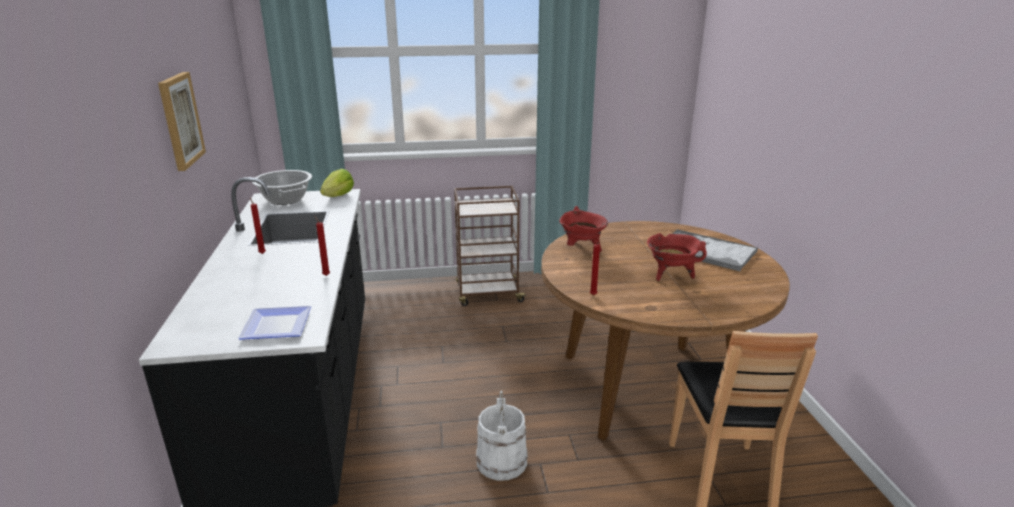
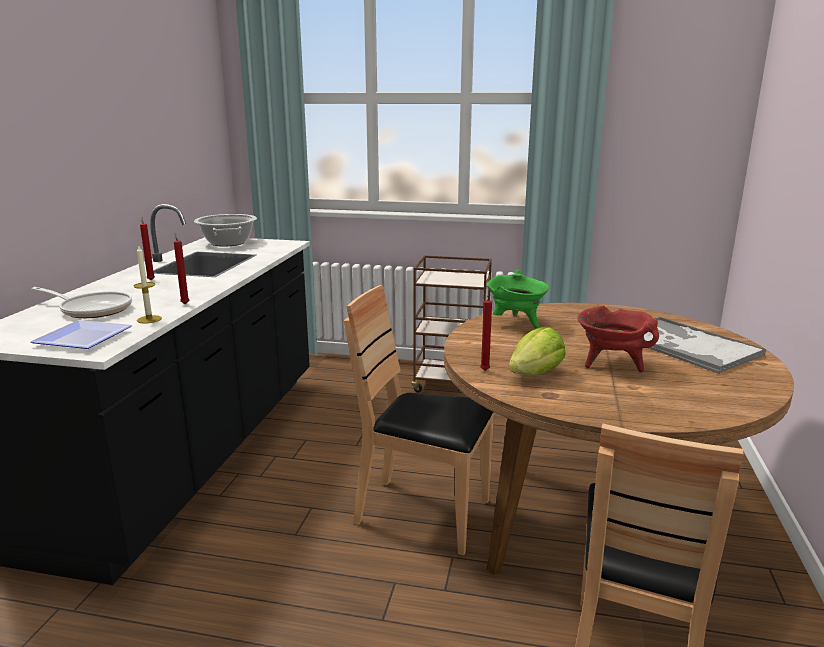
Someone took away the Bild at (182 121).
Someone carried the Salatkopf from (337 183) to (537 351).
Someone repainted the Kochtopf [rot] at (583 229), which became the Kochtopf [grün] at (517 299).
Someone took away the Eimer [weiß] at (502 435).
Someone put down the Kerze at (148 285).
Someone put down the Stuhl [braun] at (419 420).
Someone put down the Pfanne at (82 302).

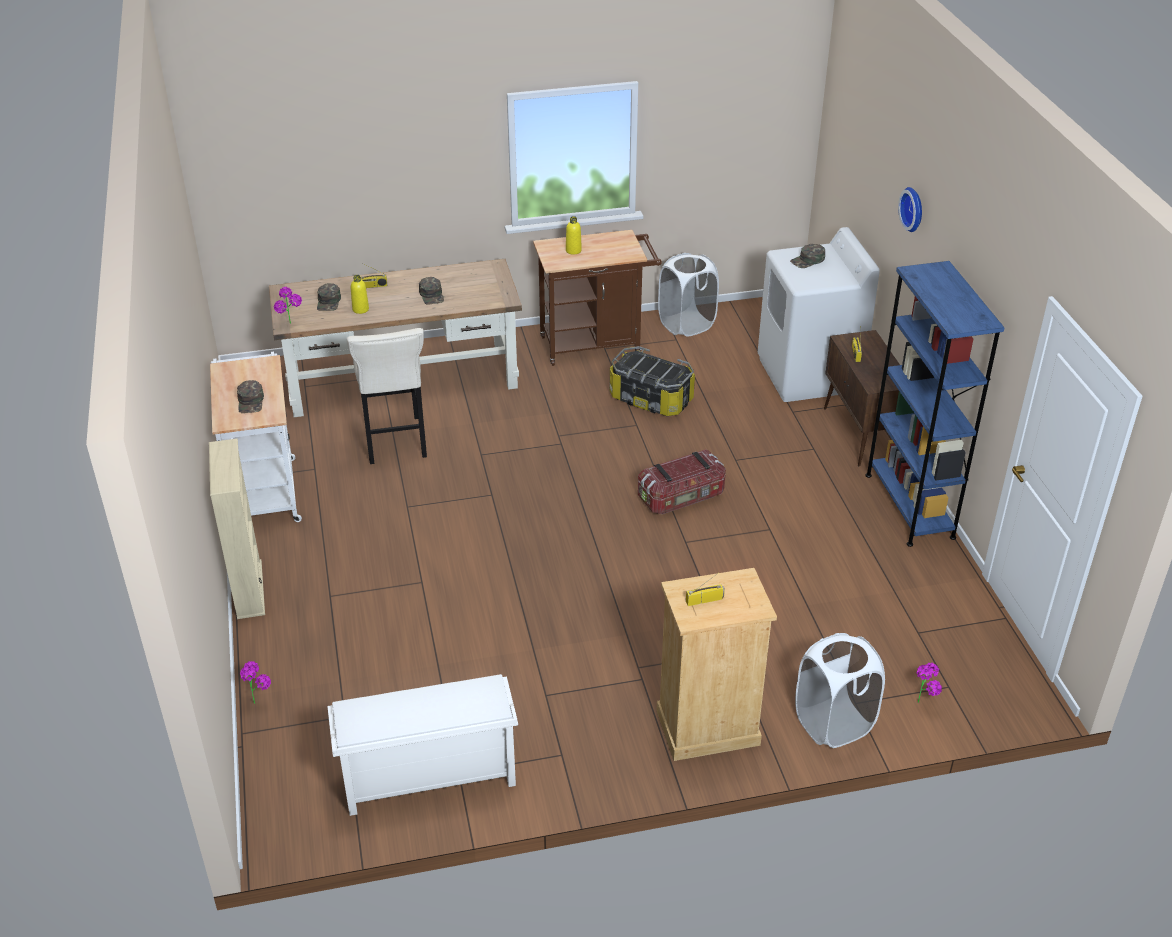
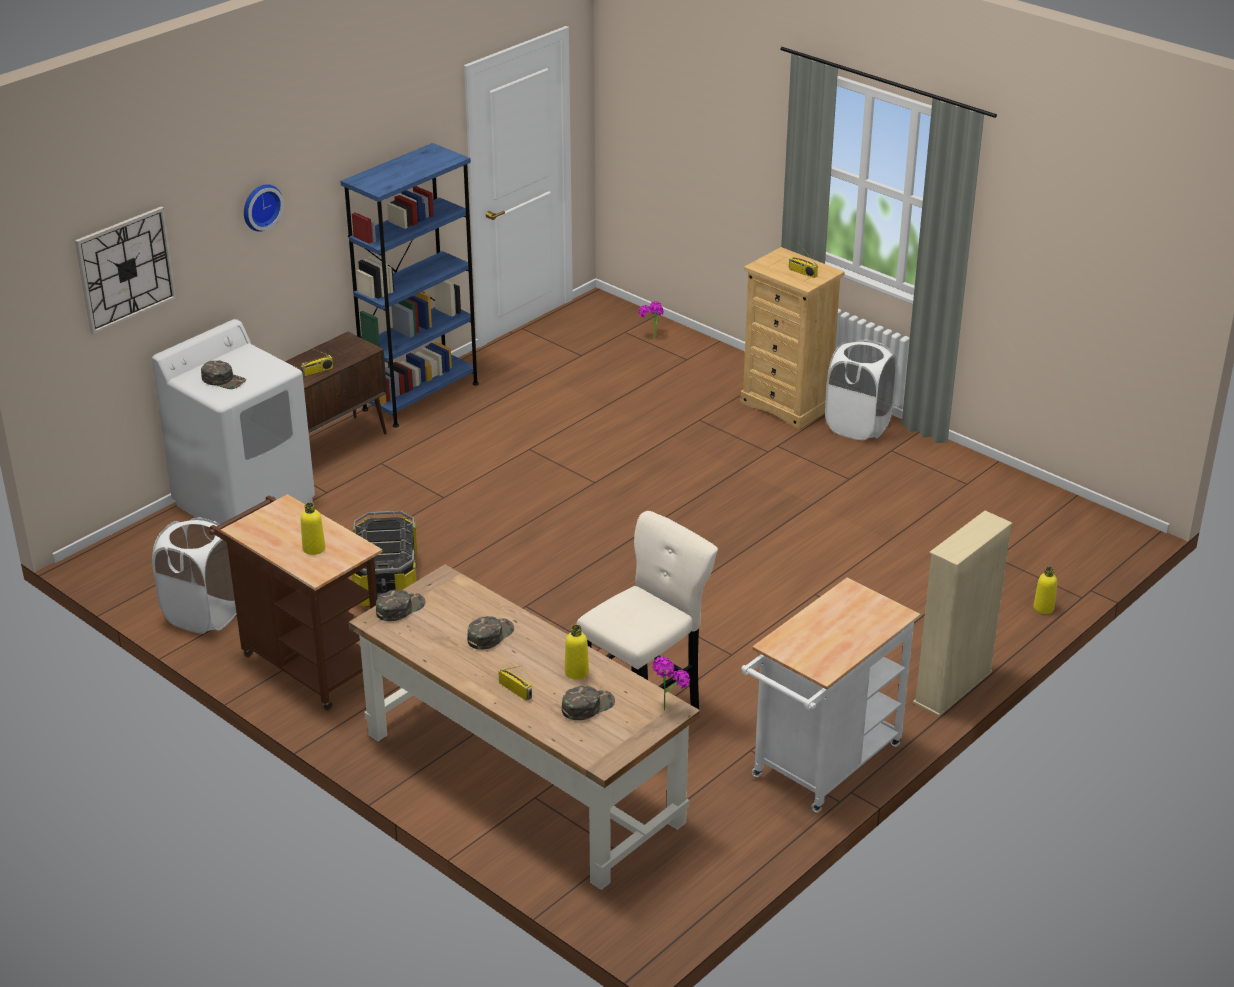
Someone carried the Kappe [grün] from (250 396) to (401 605).
Someone took away the Aufbewahrungsbox at (682 482).
Someone carried the Wäschekorb [weiß] from (840 690) to (861 389).
Someone swapped the Topfpflanze at (255 682) for the Flasche [gelb] at (1045 590).
Someone took away the Schuhregal [weiß] at (422 745).
Someone put up the Wanduhr at (126 270).

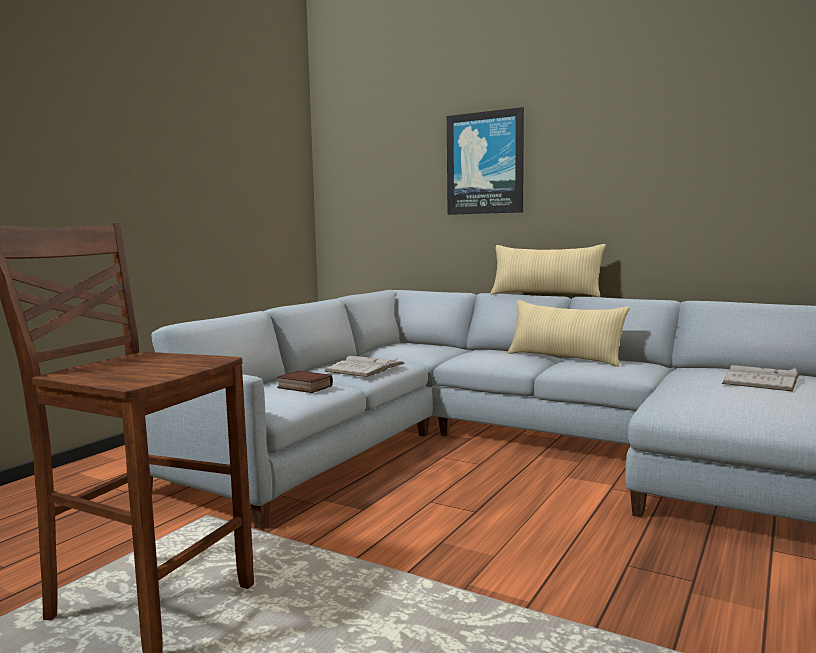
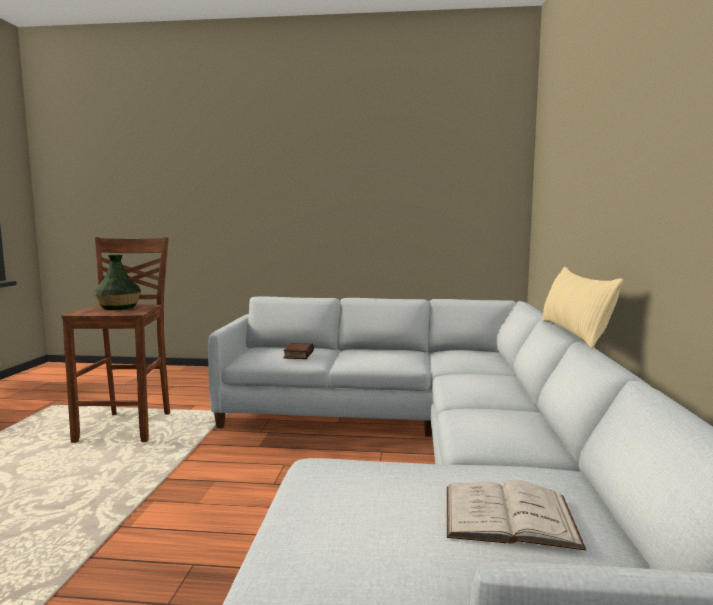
Someone took away the Bild at (485 161).
Someone took away the Kissen [beige] at (569 333).
Someone took away the Buch [weiß] at (364 366).
Someone put down the Vase at (117 282).

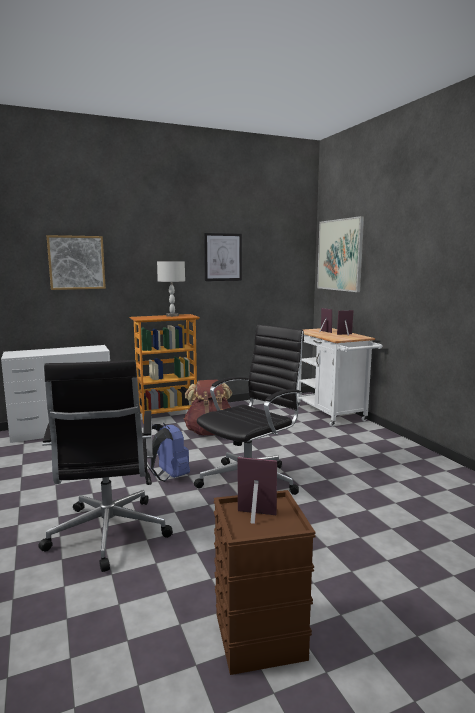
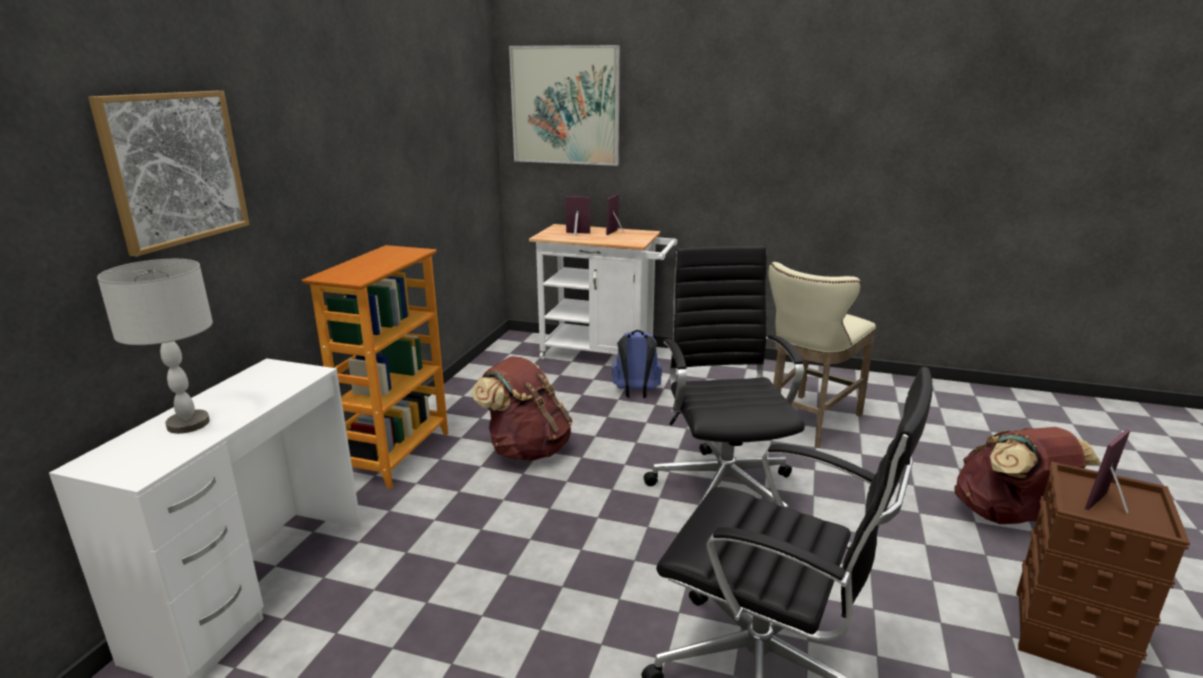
Someone took away the Bild at (223 257).
Someone carried the Tischlampe [grau] from (171 289) to (155 346).
Someone carried the Rucksack [blau] from (168 452) to (637 364).
Someone put down the Hocker [beige] at (822 355).
Someone put down the Rucksack [braun] at (1027 475).

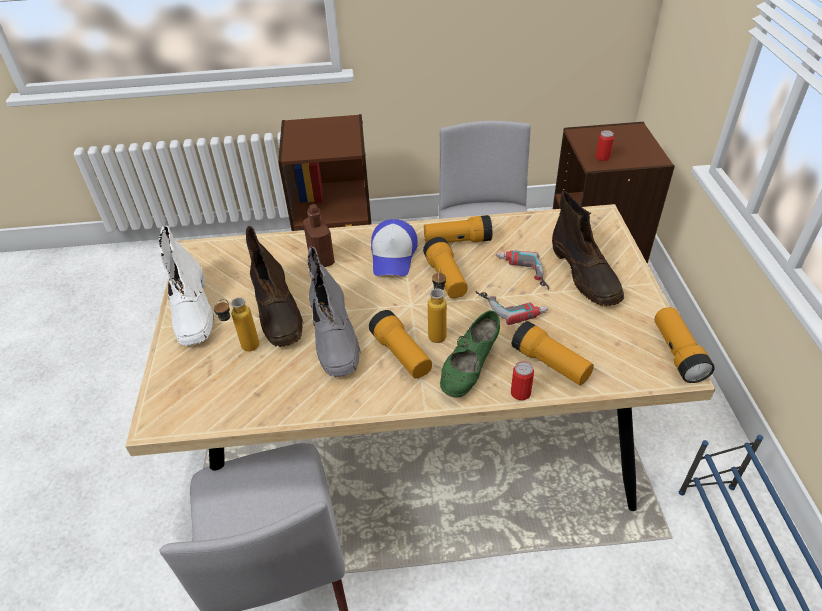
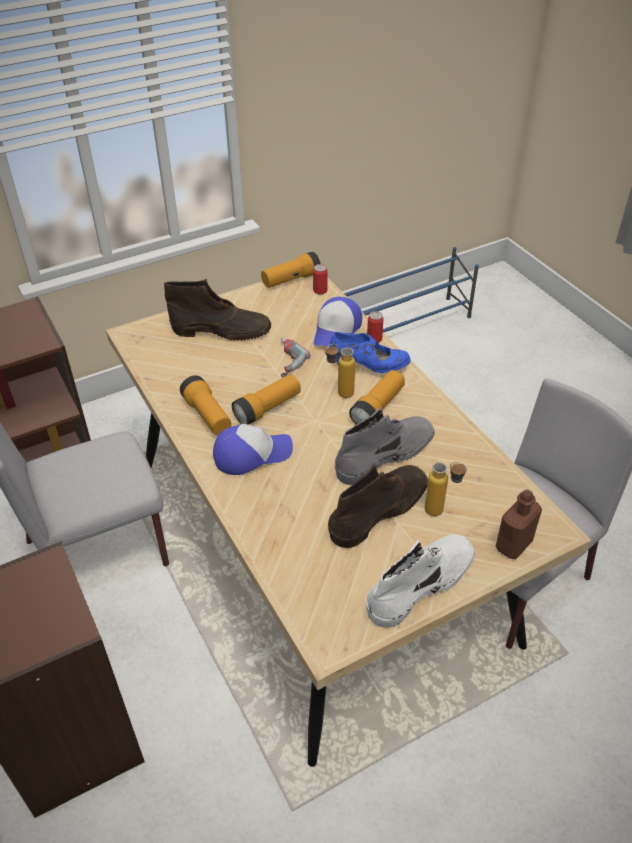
Someone carried the Dose from (605 145) to (320 279).
Someone rotated the Stiefel [braun] at (588 248) by 45 degrees clockwise.
Someone carried the Flasche [braun] from (319 235) to (519 524).
Someone took away the Bohrmaschine at (522 270).
Someone repainted the Schuh [grün] at (470 354), which became the Schuh [blau] at (370 352).
Someone swapped the Taschenlampe at (553 353) for the Kappe at (338 322).

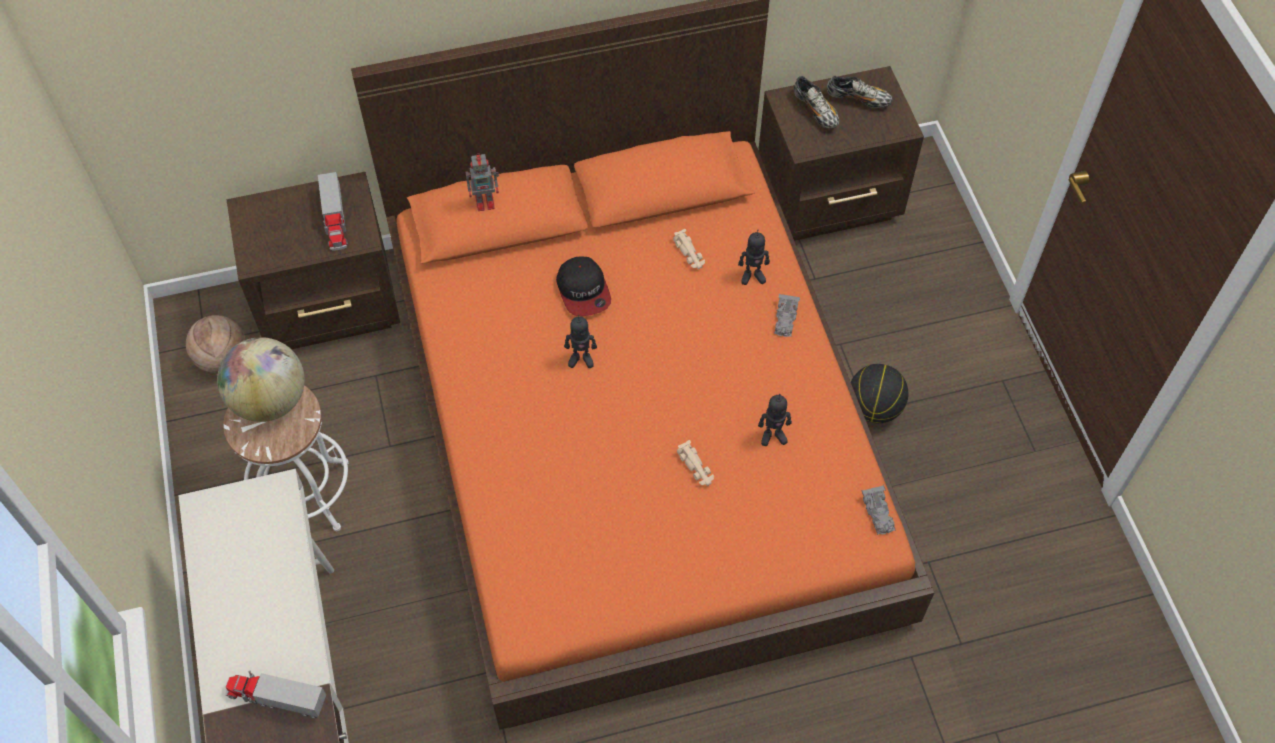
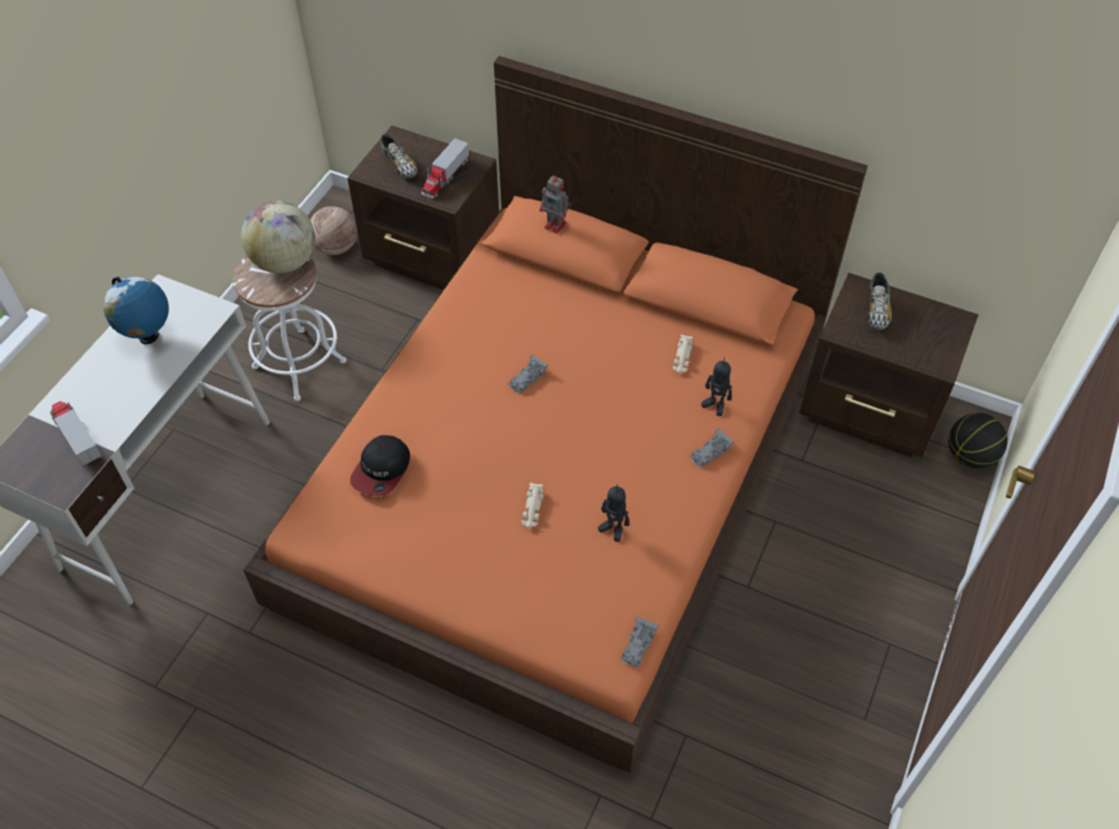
Someone carried the Schuh from (860 92) to (399 156).
Someone carried the Kappe from (583 286) to (380 465).
Someone swapped the Spielzeugroboter at (580 341) for the Spielzeugauto [grau] at (528 374).
Someone carried the Basketball from (879 393) to (978 441).
Someone put down the Globus at (136 310).

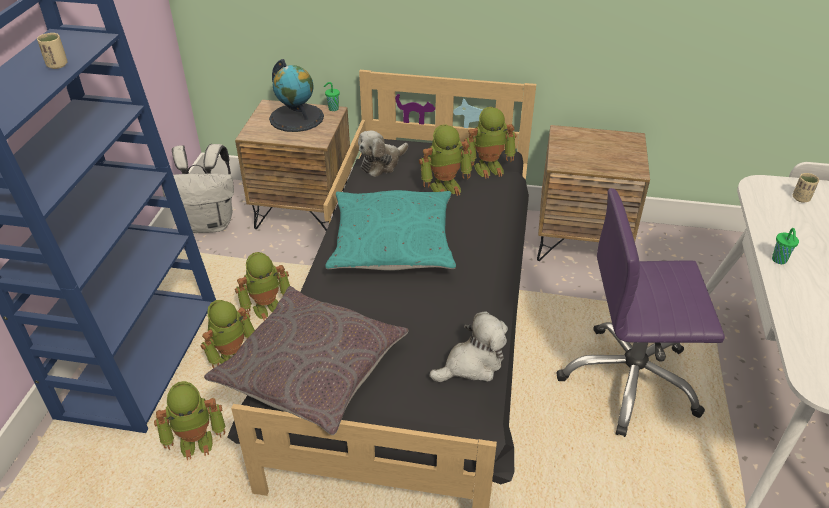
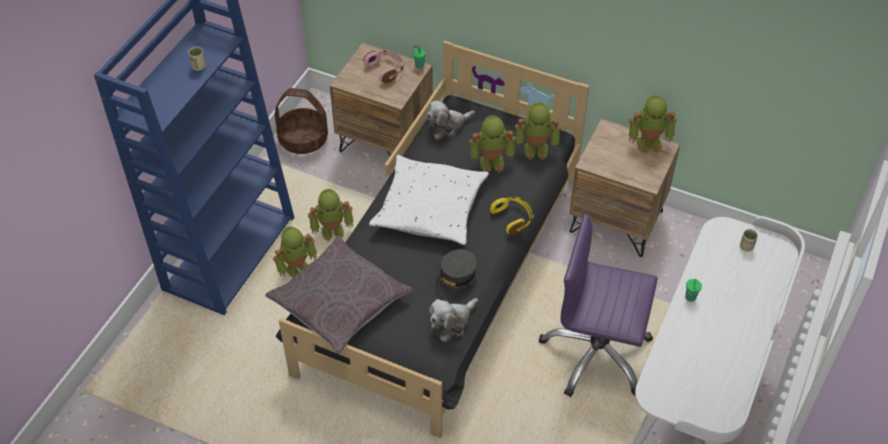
Someone swapped the Globus at (296 95) for the Kopfhörer [rosa] at (384 66).
Someone swapped the Rucksack [weiß] at (197 188) for the Korb at (301 121).
Someone repainted the Kissen [türkis] at (390 230), which became the Kissen [weiß] at (429 200).
Someone rotated the Plüschtier at (468 346) by 150 degrees clockwise.
Someone carried the Spielzeugroboter from (190 420) to (653 124).
Someone put down the Kopfhörer [gelb] at (512 216).
Someone put down the Kappe [grau] at (456 274).

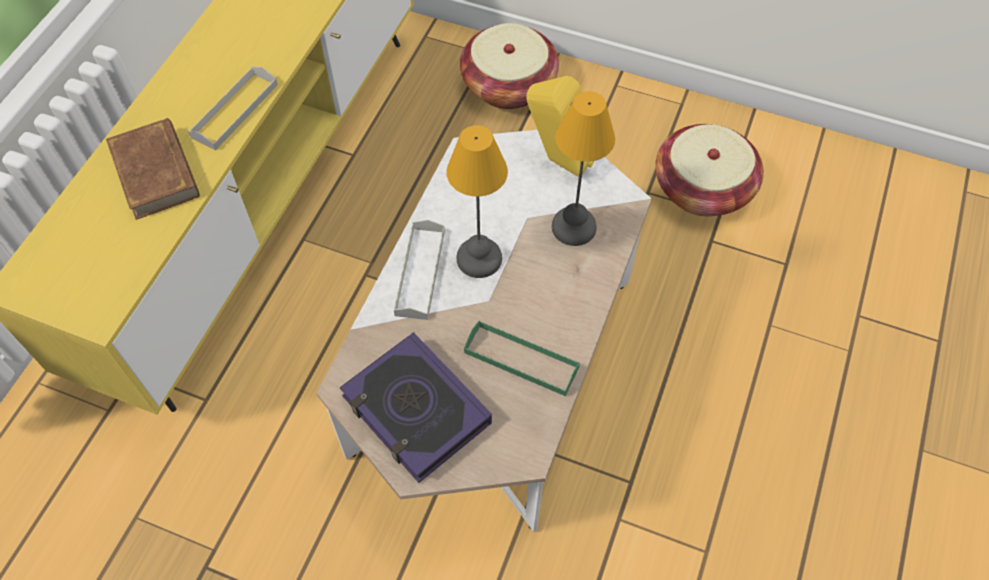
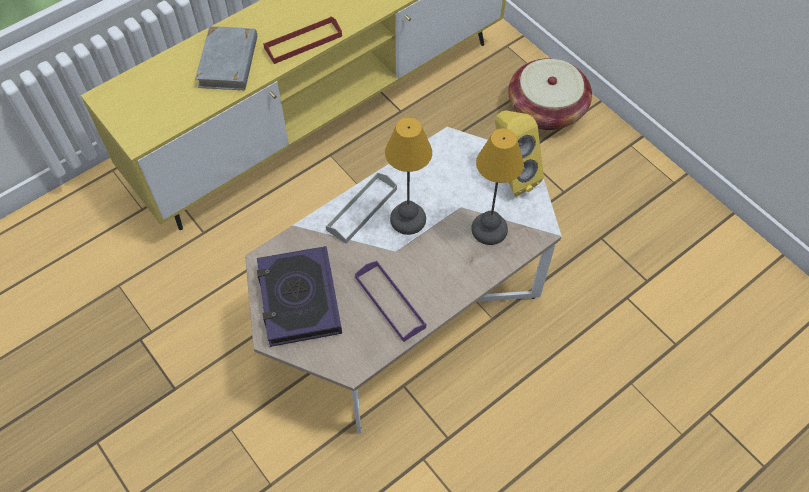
Someone repainted the Tablett [grau] at (233 109), which became the Tablett [rot] at (302 40).
Someone repainted the Buch [braun] at (153 169), which became the Buch [grau] at (226 58).
Someone took away the Korb at (709 170).
Someone repainted the Tablett [grün] at (522 358), which became the Tablett [lila] at (390 301).

